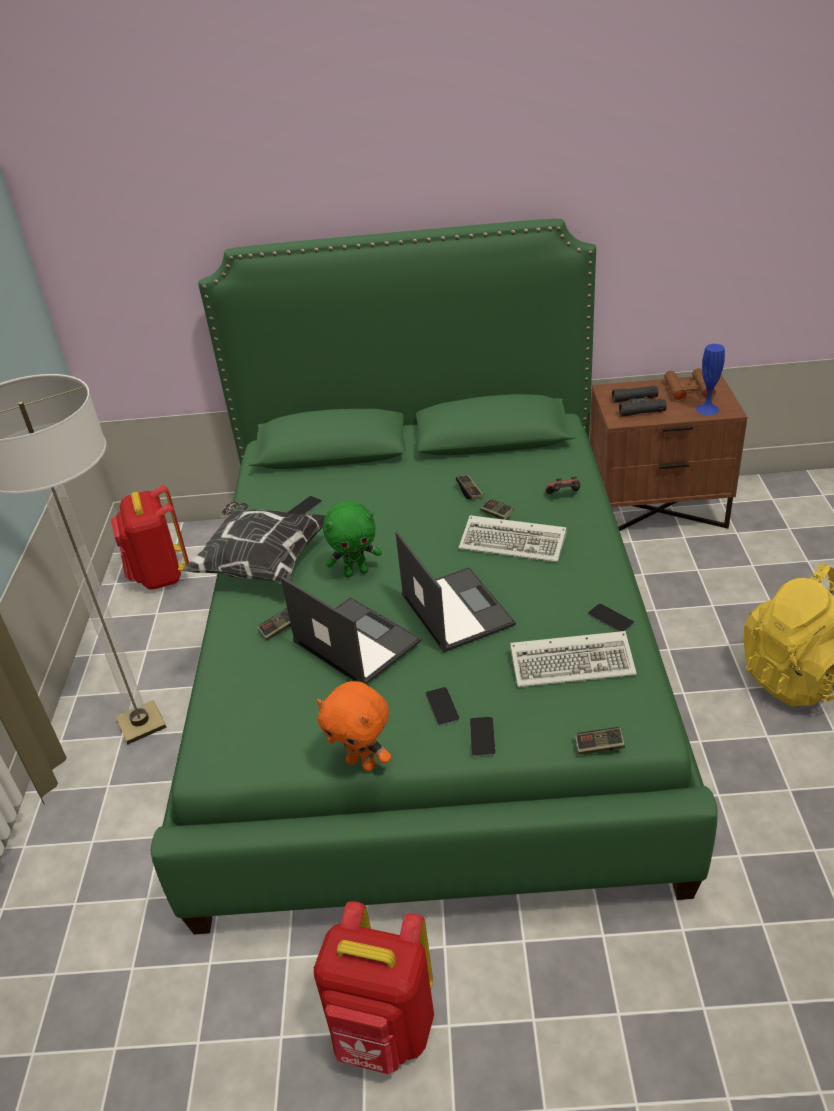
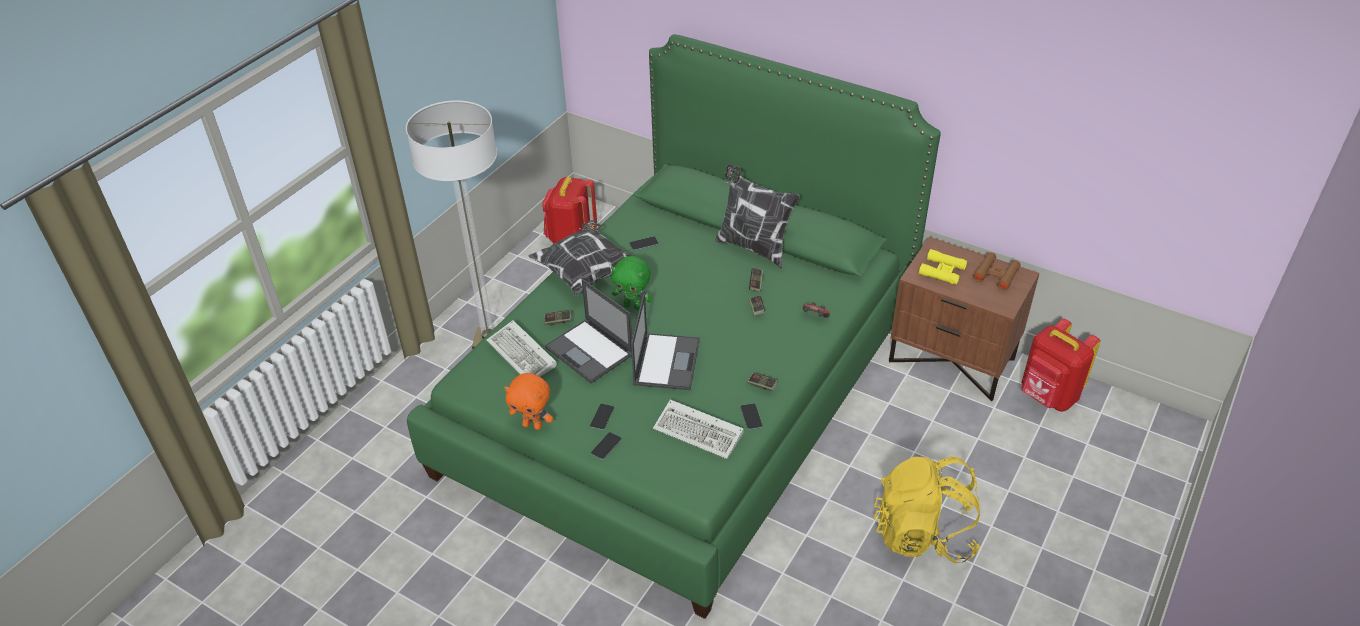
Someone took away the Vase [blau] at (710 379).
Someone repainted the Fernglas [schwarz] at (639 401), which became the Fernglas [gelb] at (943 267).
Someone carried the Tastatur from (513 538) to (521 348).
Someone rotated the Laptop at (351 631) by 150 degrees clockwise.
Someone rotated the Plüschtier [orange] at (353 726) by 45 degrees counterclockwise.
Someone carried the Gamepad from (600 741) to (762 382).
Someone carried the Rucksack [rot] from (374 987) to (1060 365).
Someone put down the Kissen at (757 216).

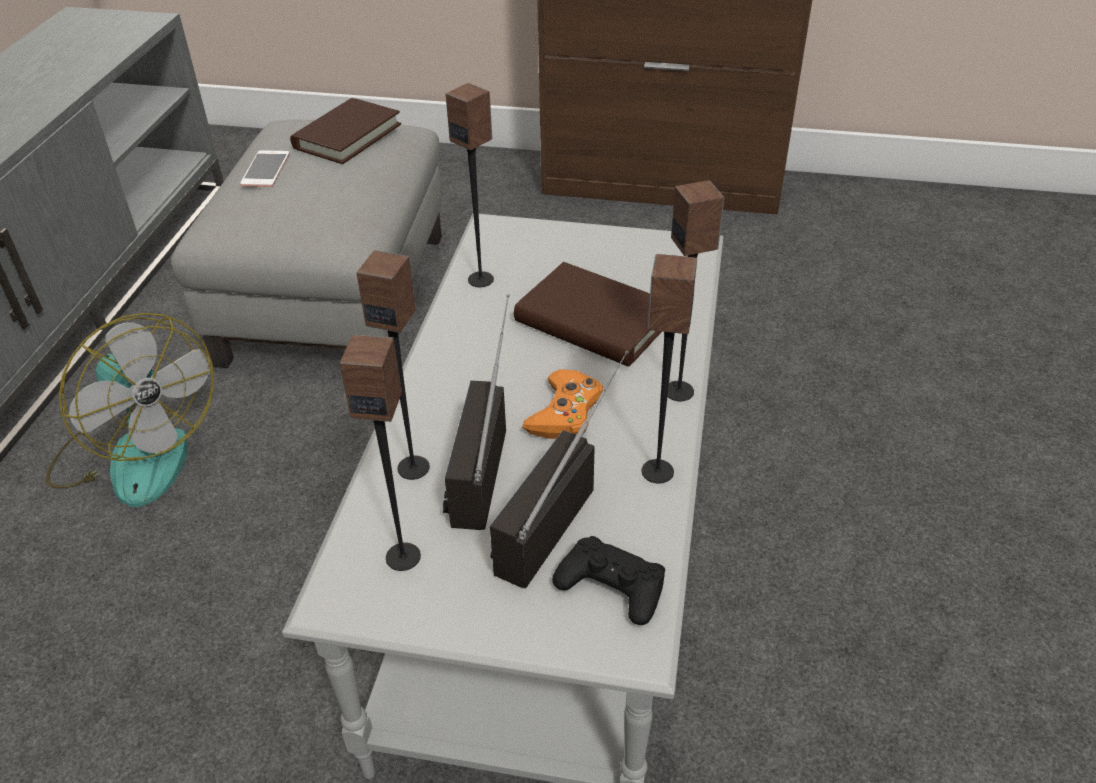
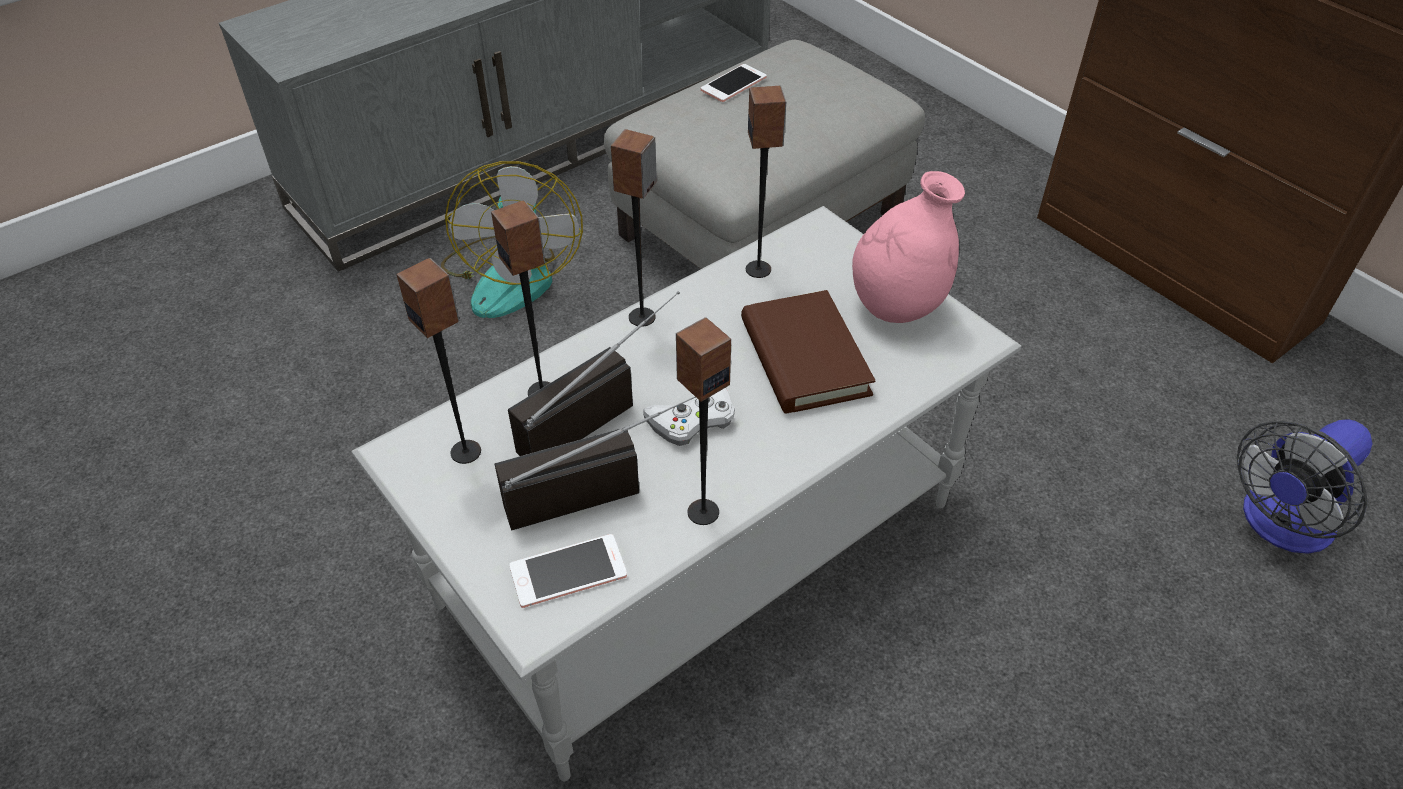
Someone took away the Buch [braun] at (345 131).
Someone carried the Lautsprecher from (695 290) to (634 228).
Someone repainted the Gamepad [orange] at (562 404), which became the Gamepad [weiß] at (689 417).
Someone swapped the Gamepad [schwarz] at (608 580) for the Handy at (568 571).
Someone put down the Vase [rosa] at (908 247).
Someone put down the Ventilator at (1305 486).

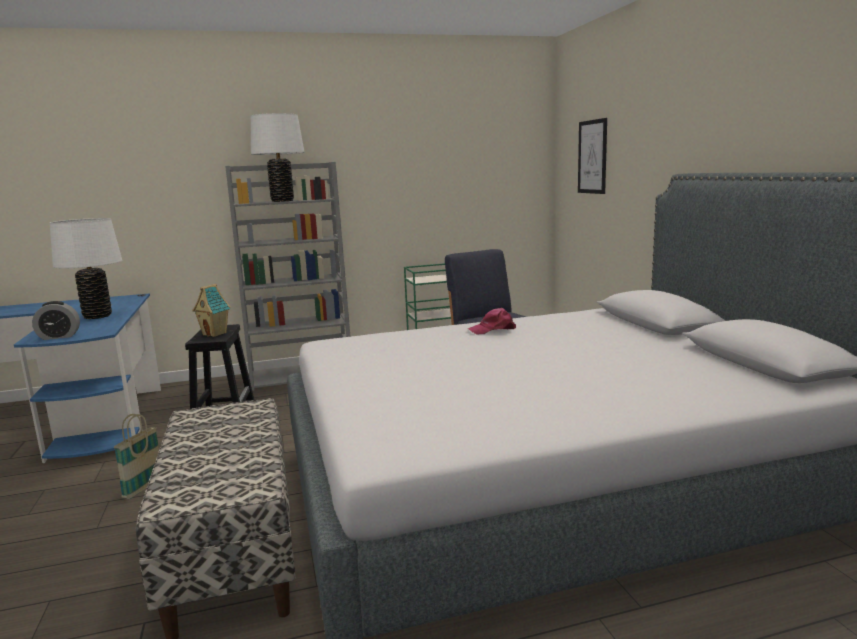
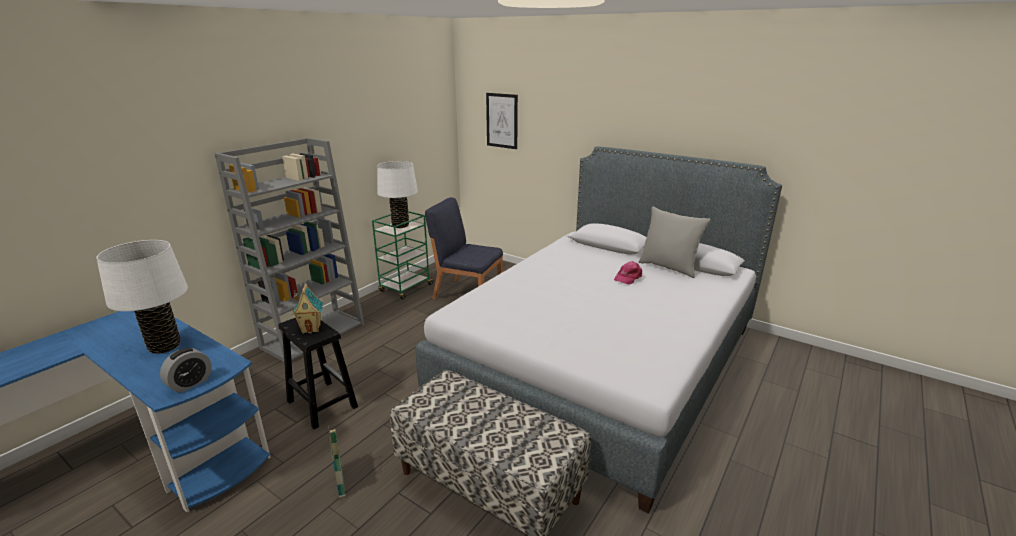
Someone carried the Tischlampe [weiß] from (278 157) to (397 194).
Someone carried the Kappe [rosa] from (492 321) to (628 273).
Someone put down the Kissen [grau] at (674 242).

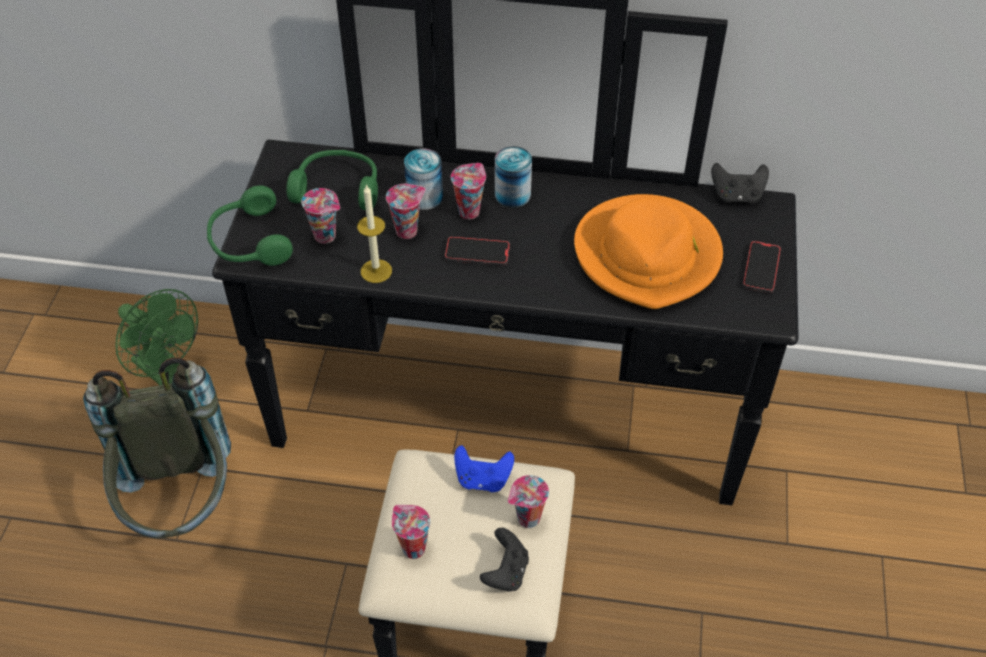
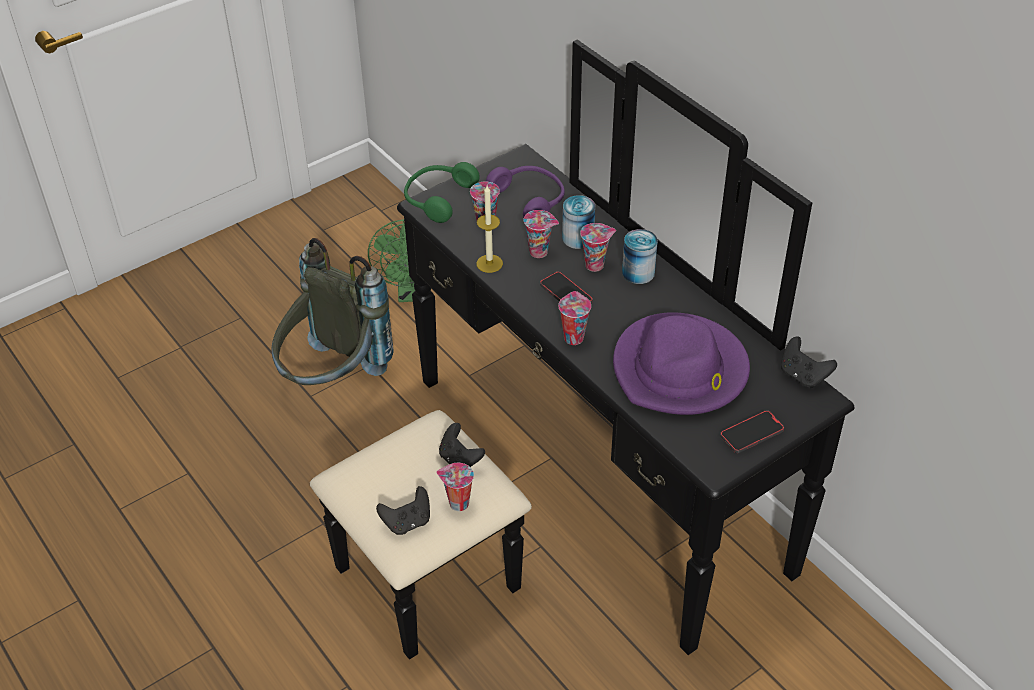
Someone repainted the Kopfhörer [grün] at (332 180), which became the Kopfhörer [lila] at (525 192).
Someone repainted the Hut [orange] at (648 251), which became the Hut [lila] at (681 363).
Someone repainted the Gamepad [blau] at (484 468), which became the Gamepad [schwarz] at (462 445).
Someone carried the Tasse from (411 532) to (574 318).

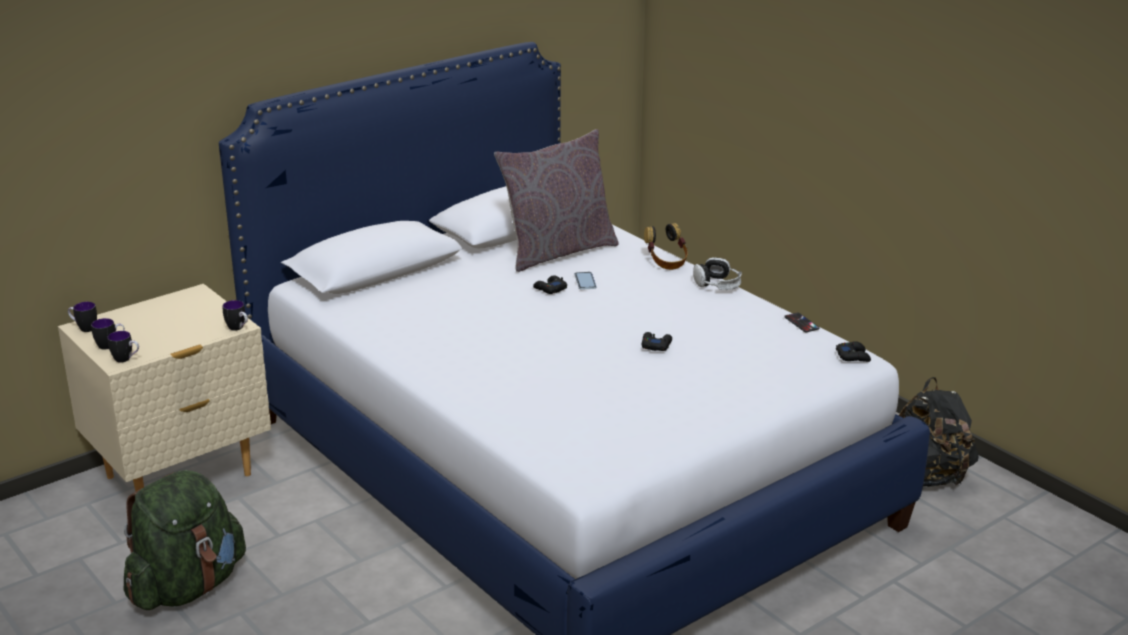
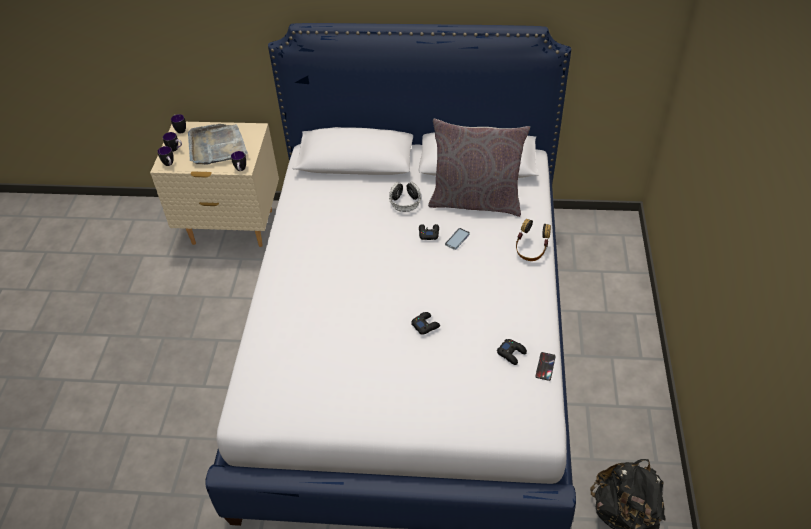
Someone carried the Kopfhörer from (717 273) to (405 197).
Someone carried the Gamepad [schwarz] from (853 351) to (512 352).
Someone took away the Rucksack [grün] at (185 540).
Someone put down the Tablett [grau] at (218 144).

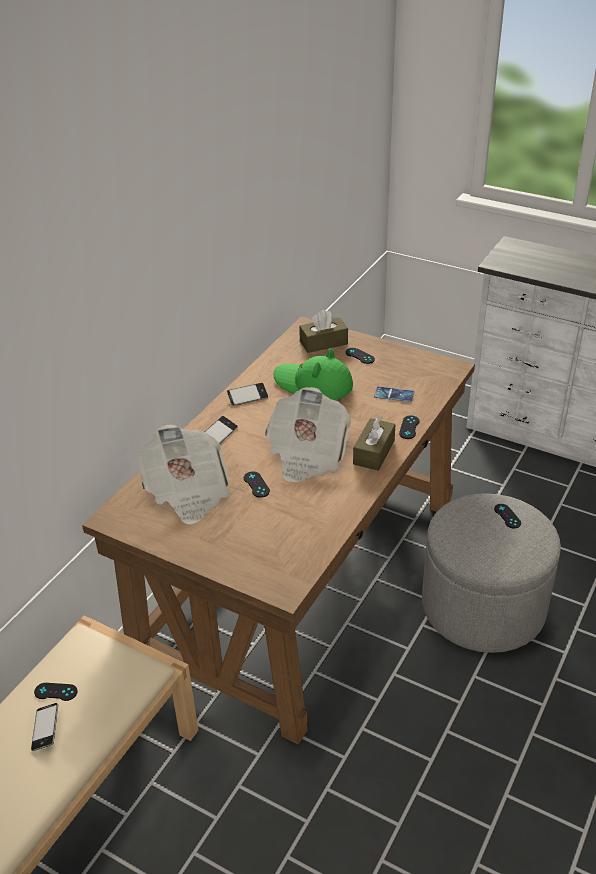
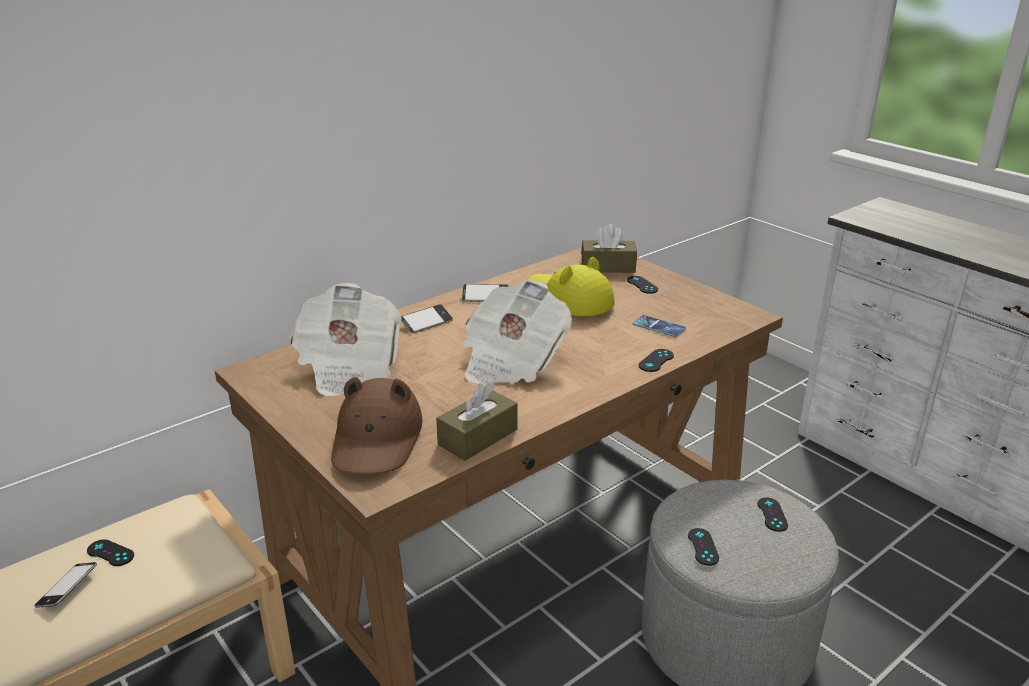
Someone repainted the Hut [grün] at (313 374), which became the Hut [gelb] at (571 286).
Someone carried the Taschentuchbox [braun] from (374 443) to (477 421).
Someone carried the Gamepad [schwarz] from (257 485) to (703 547).
Someone put down the Hut [braun] at (377 425).

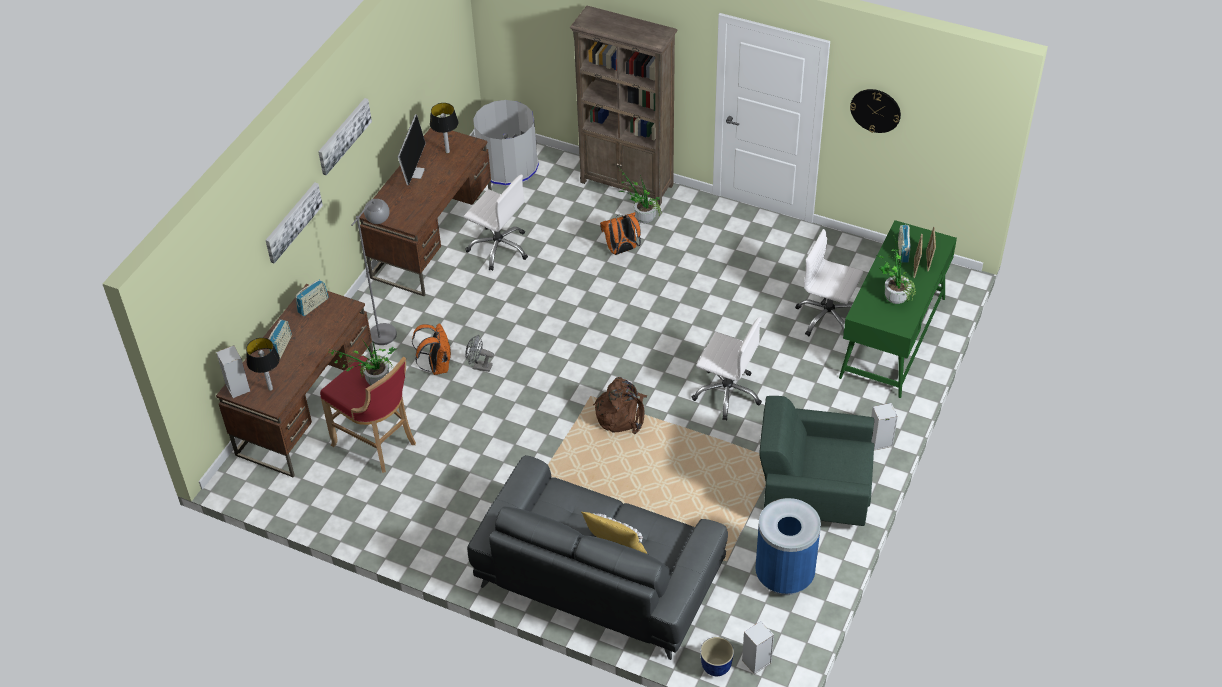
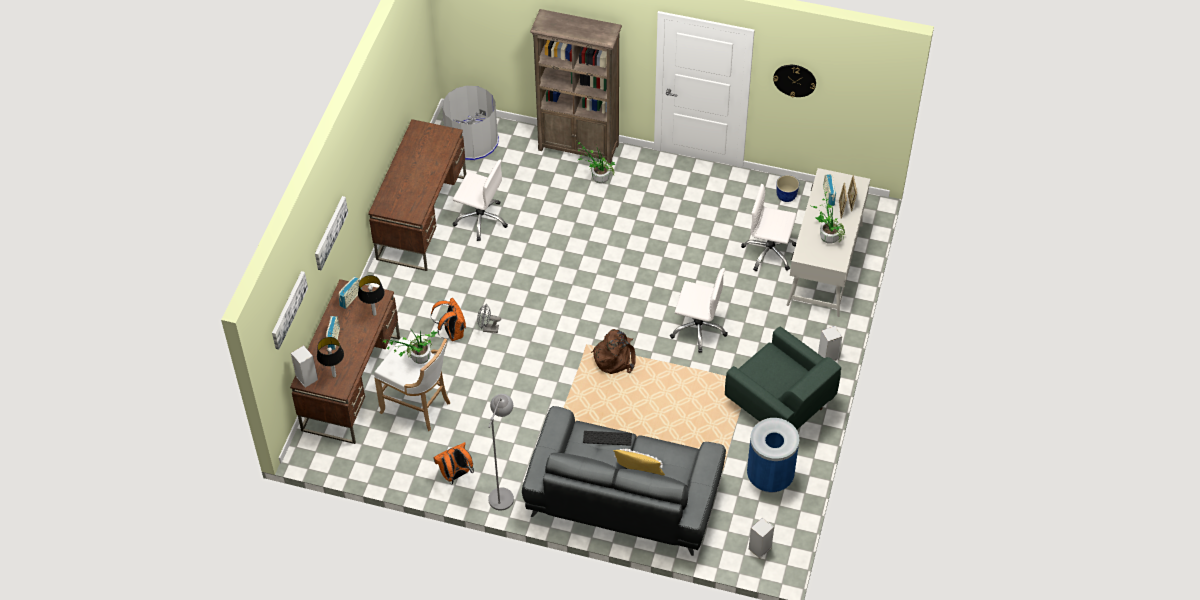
Someone carried the Bild from (345 136) to (290 310).
Someone carried the Tischlampe from (444 128) to (371 295).
Someone took away the Monitor at (412 150).
Someone carried the Stehlampe [grau] from (374 272) to (501 452).
Someone carried the Rucksack [orange] from (620 233) to (453 463).
Someone repainted the Schreibtisch [grün] at (898 309), which became the Schreibtisch [weiß] at (828 242).
Someone repainted the Hocker [rot] at (368 414), which became the Hocker [weiß] at (412 384).
Someone rotated the Sessel [grün] at (816 461) by 135 degrees counterclockwise.
Someone carried the Pflanzkübel from (717 656) to (787 188).
Someone put down the Tastatur at (607 438).

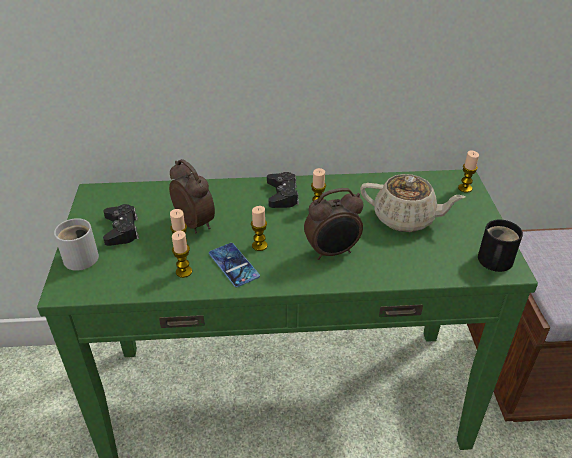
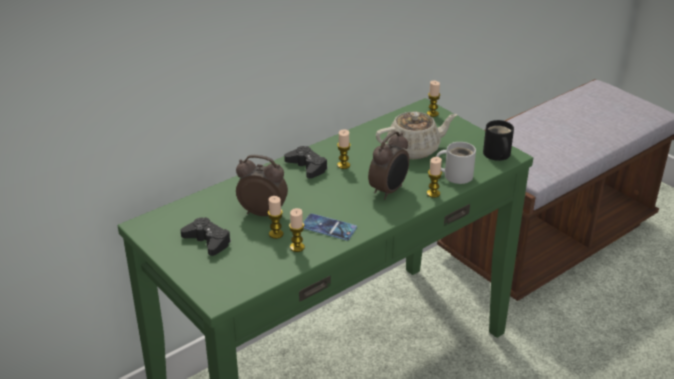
Someone carried the Kerze from (259 228) to (434 177).
Someone carried the Henkelbecher [weiß] from (76 244) to (456 163).

